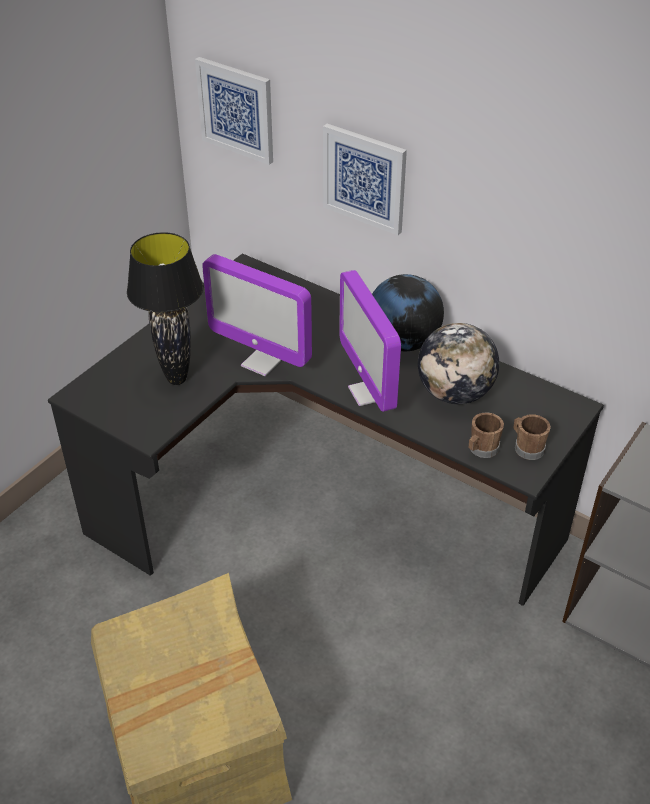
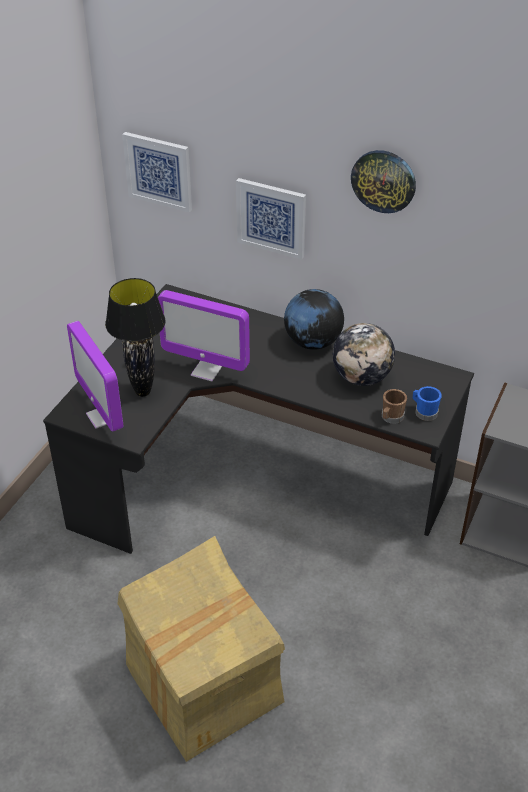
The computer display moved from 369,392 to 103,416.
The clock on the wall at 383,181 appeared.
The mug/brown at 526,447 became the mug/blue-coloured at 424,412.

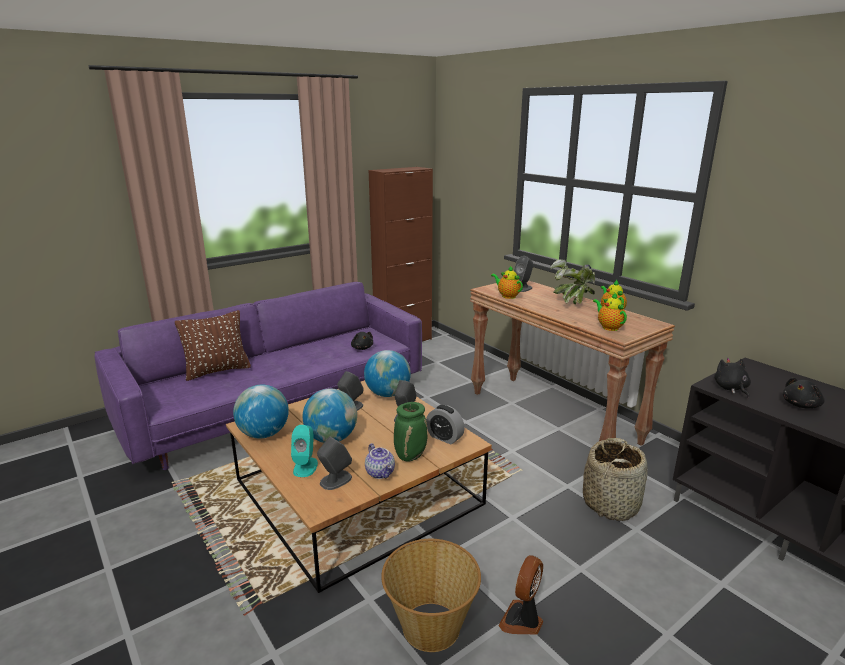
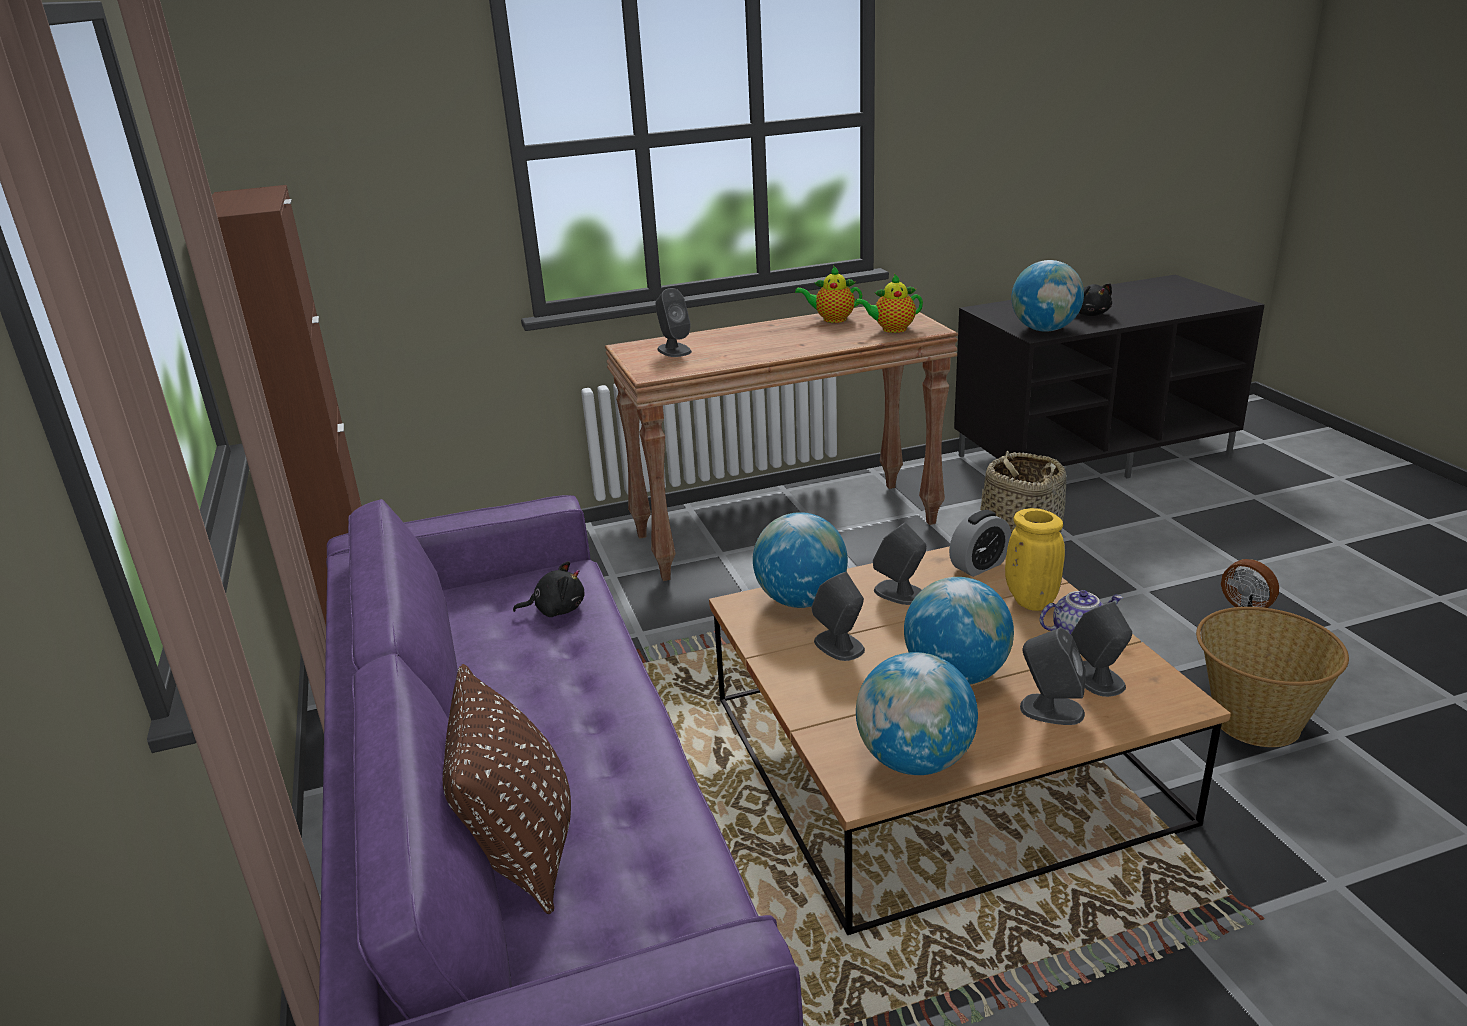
The flower vase/green-coloured at 410,455 became the flower vase/yellow at 1029,601.
The plush toy/black at 731,388 was replaced by the desk globe at 1044,330.
The speaker/turquoise at 305,467 became the speaker/grey at 1051,710.
The tea pot at 507,296 disappeared.
The plant in a pot at 572,302 disappeared.

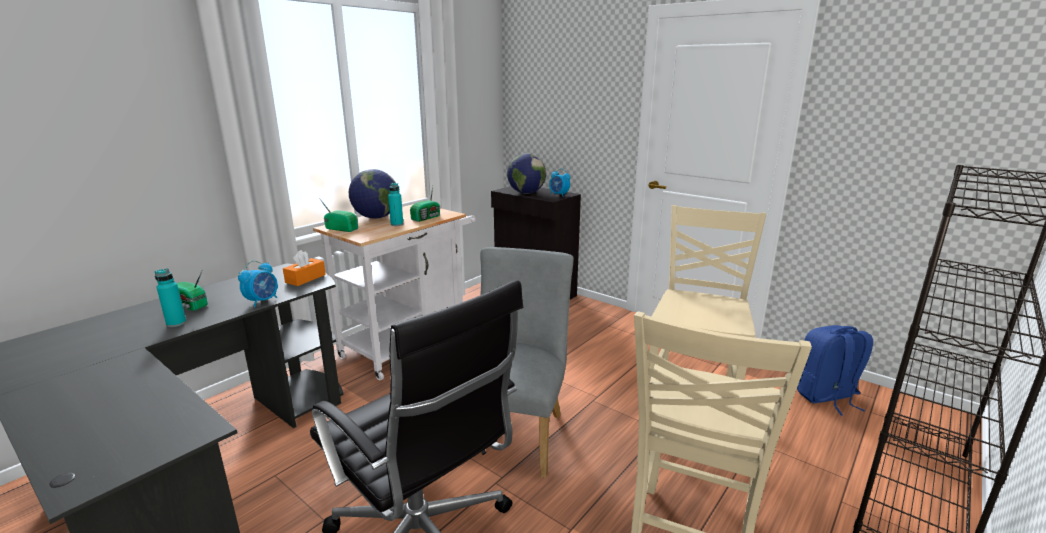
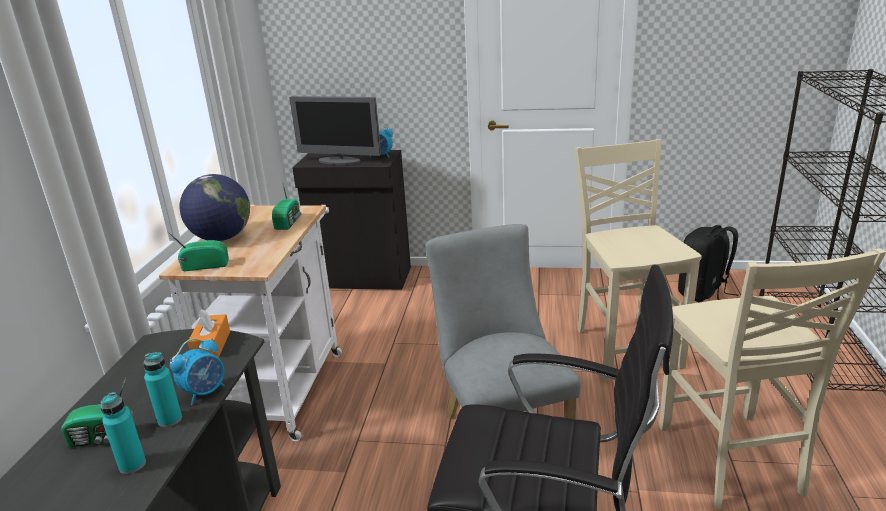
The beverage bottle/turquoise moved from 397,224 to 170,419.
The bedside clock at 262,301 turned 45 degrees clockwise.
The desk globe at 526,193 was replaced by the computer display at 340,161.
The knapsack/blue-coloured at 826,397 became the knapsack/black at 703,293.

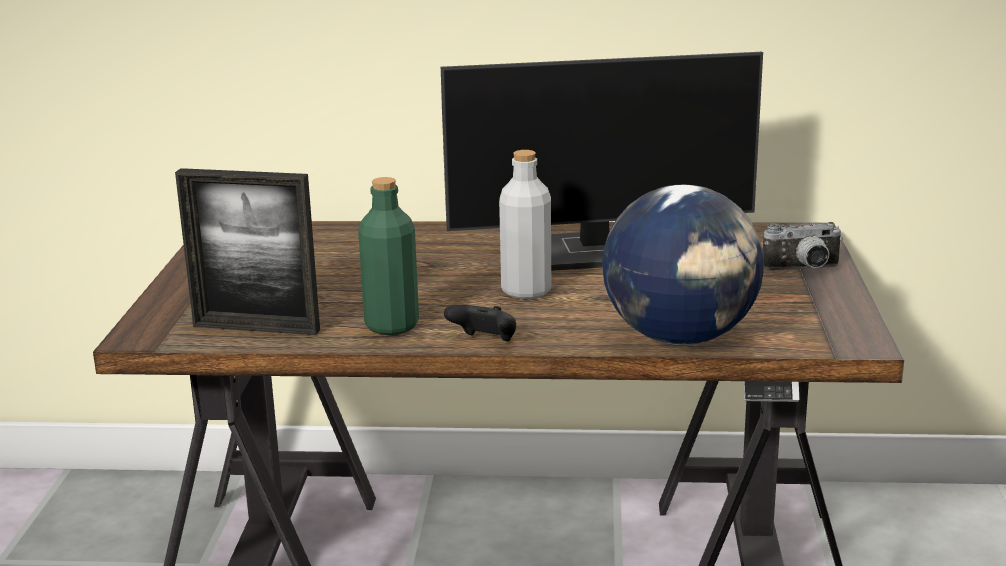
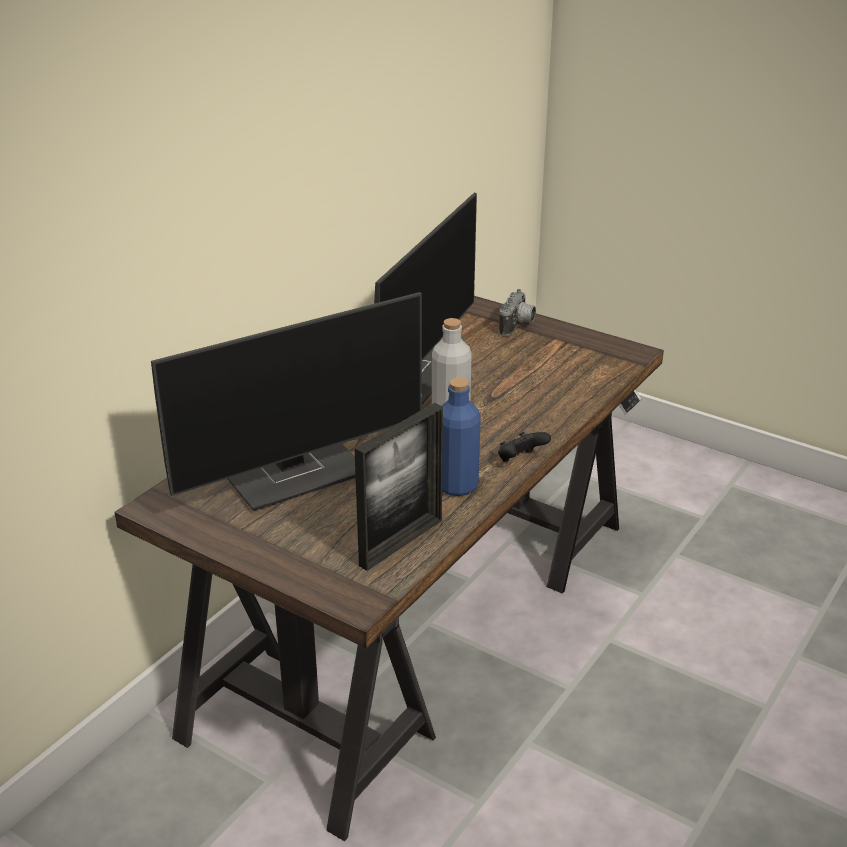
The computer display at 297,473 appeared.
The beverage bottle/green-coloured at 392,325 became the beverage bottle/blue-coloured at 457,486.
The desk globe at 680,338 disappeared.

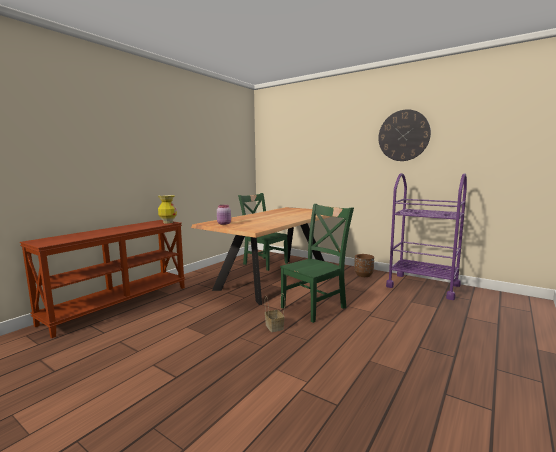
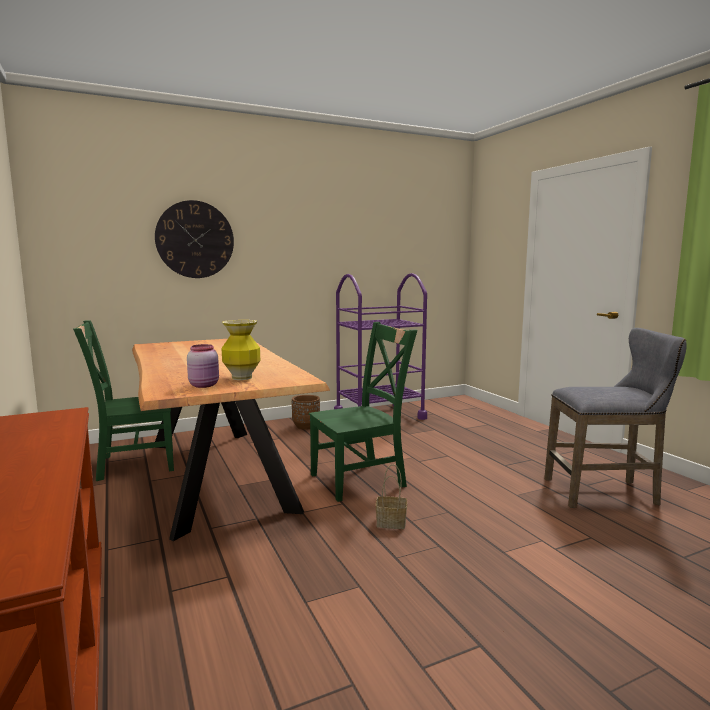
The clock on the wall moved from 403,135 to 195,239.
The flower vase moved from 168,222 to 241,378.
The chair/green-coloured at 315,307 turned 75 degrees clockwise.
The sitting stool/grey at 607,493 appeared.

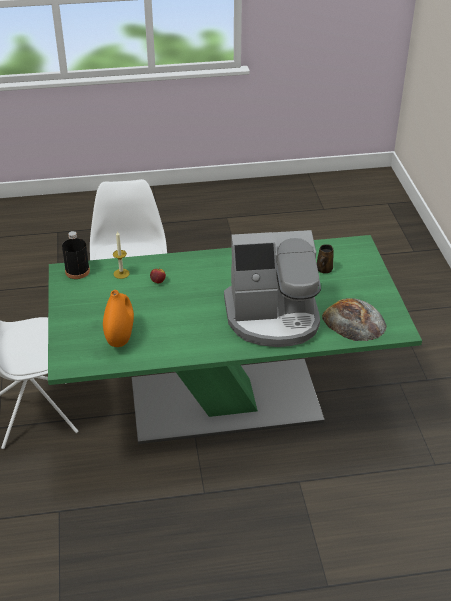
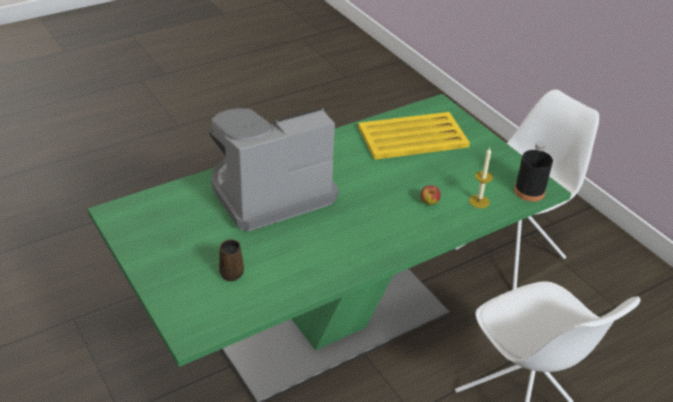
The flower vase/orange-coloured at 120,337 was replaced by the serving tray/yellow at 414,137.
The bakery bread at 354,321 disappeared.

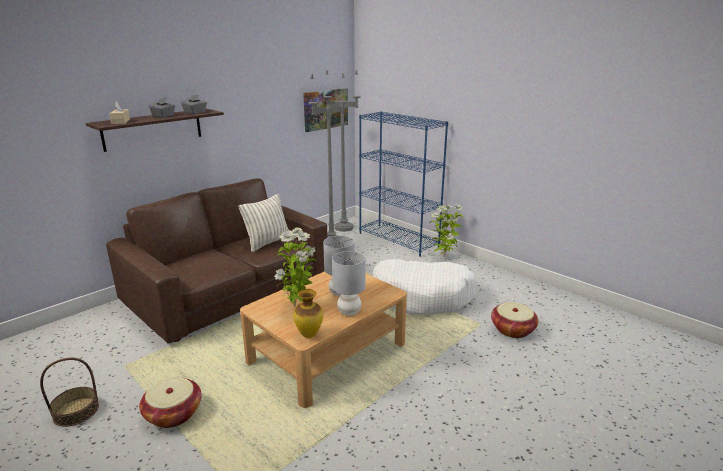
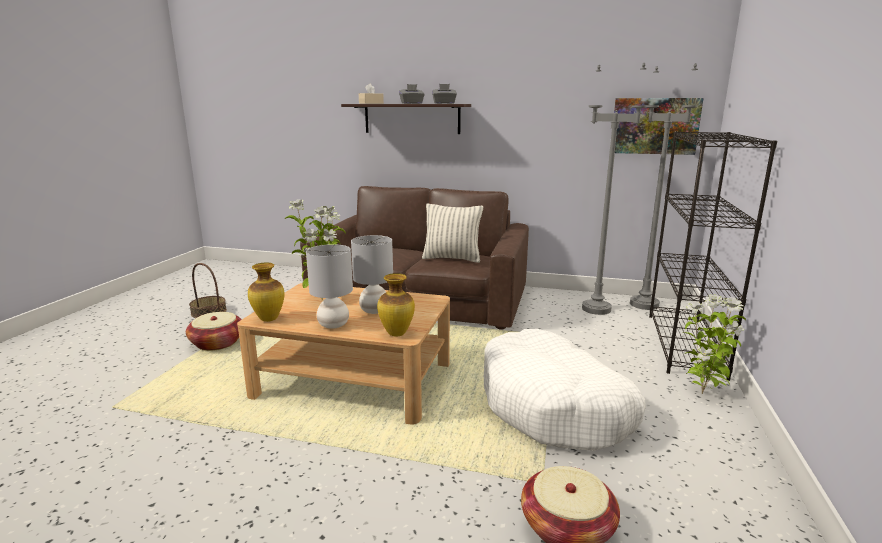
The flower vase at 396,334 appeared.
The bookshelf/blue-coloured at 398,240 became the bookshelf/black at 685,344.

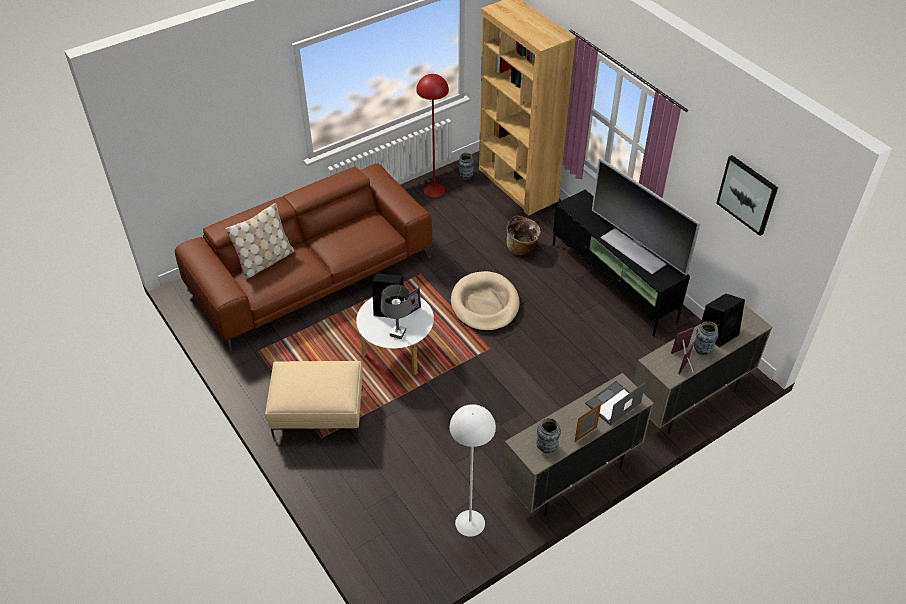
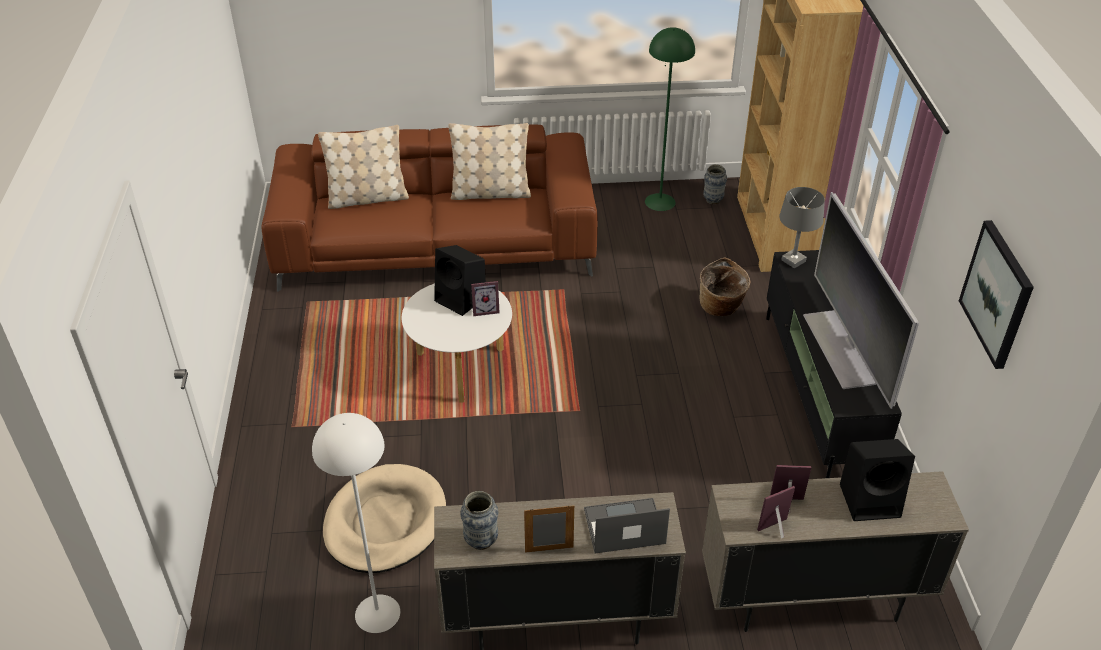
The dog bed/beige moved from 485,304 to 385,522.
The cushion/beige at 490,193 appeared.
The standing lamp/red at 434,190 became the standing lamp/green-coloured at 660,202.
The table lamp/grey moved from 398,333 to 793,260.
The ottoman/beige at 319,412 disappeared.
The flower vase at 702,350 disappeared.

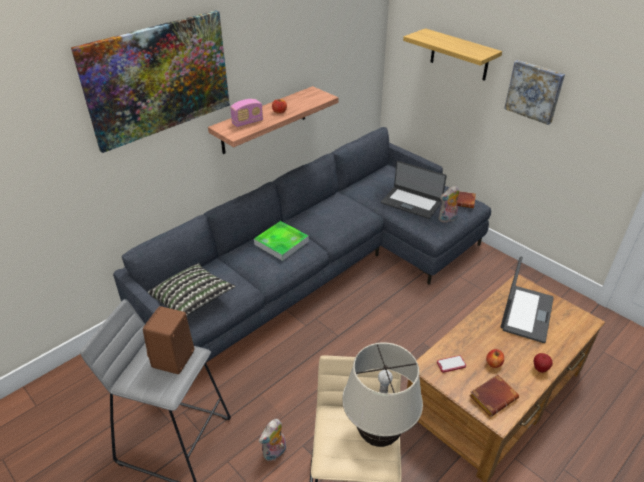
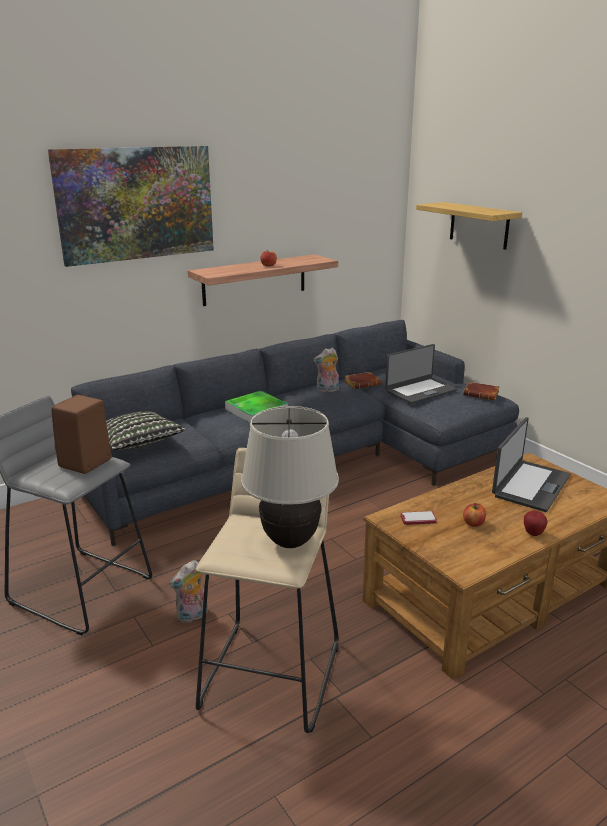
The plush toy moved from 447,219 to 327,390.
The bound book/brown moved from 493,396 to 362,383.
The laptop at 411,202 turned 75 degrees counterclockwise.
The radio set at 247,122 disappeared.
The picture at 534,91 disappeared.

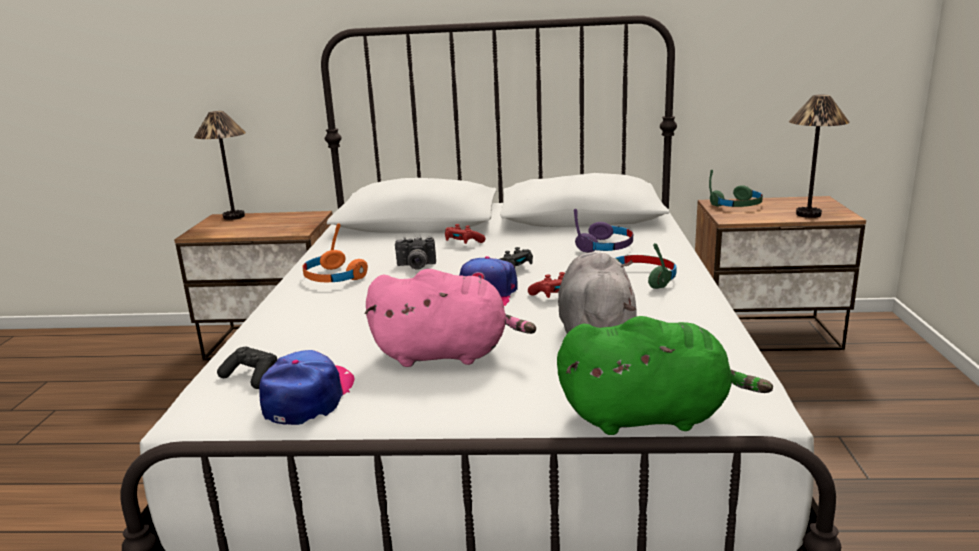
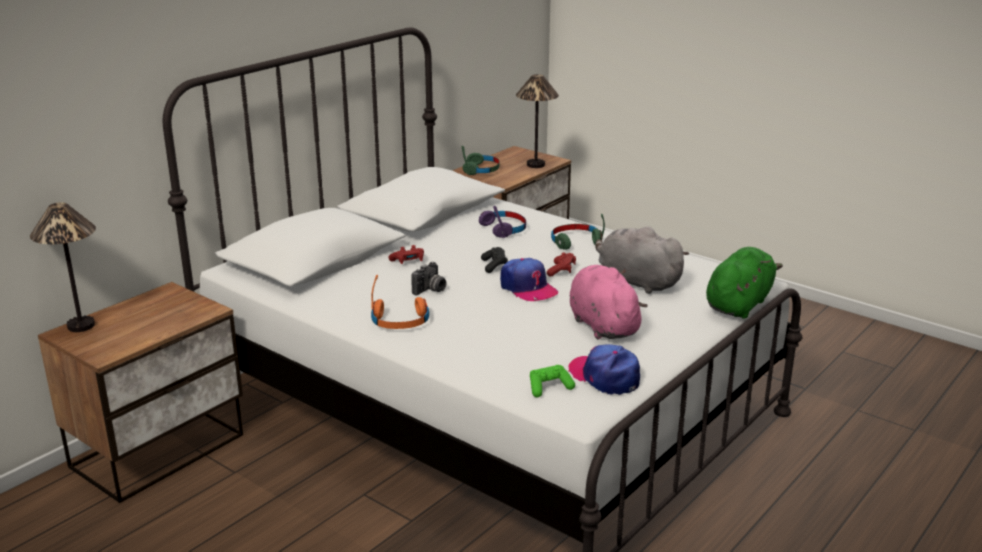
The joypad/black at 251,377 became the joypad/green-coloured at 549,388.
The plush toy/pinkish at 447,354 turned 60 degrees counterclockwise.

